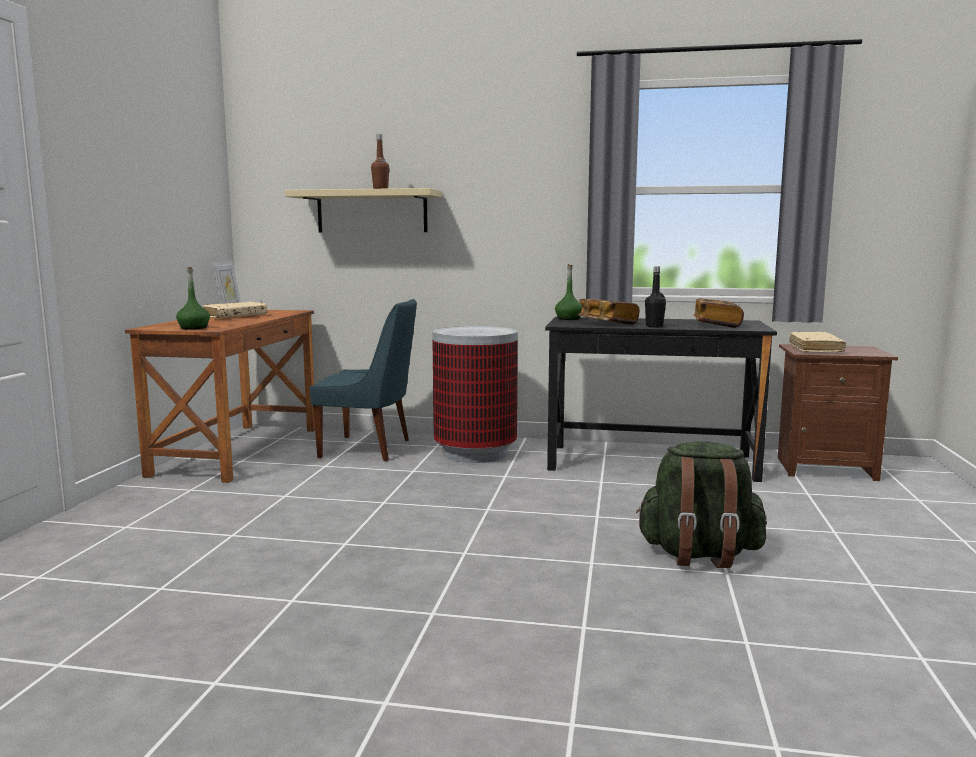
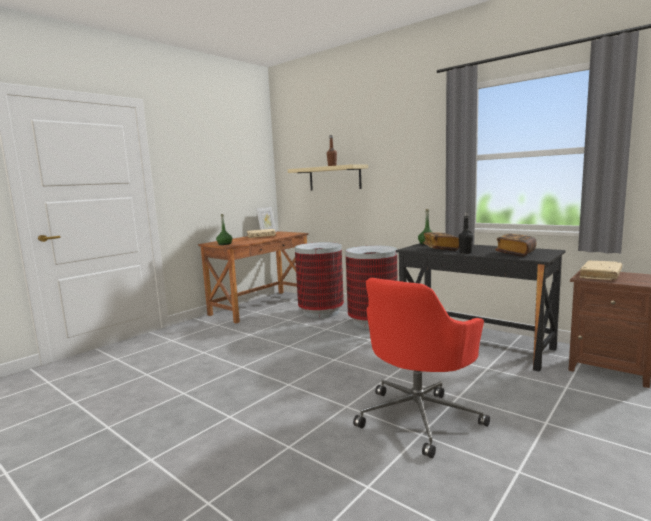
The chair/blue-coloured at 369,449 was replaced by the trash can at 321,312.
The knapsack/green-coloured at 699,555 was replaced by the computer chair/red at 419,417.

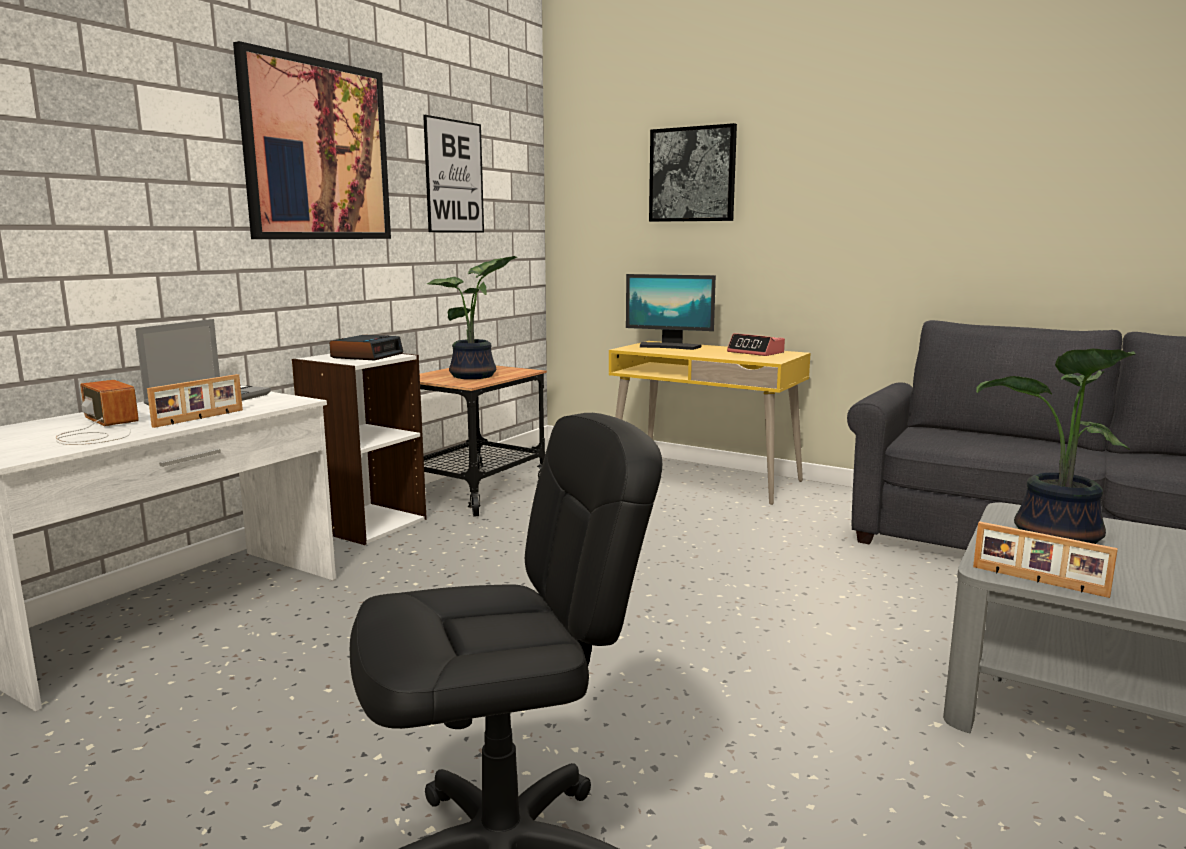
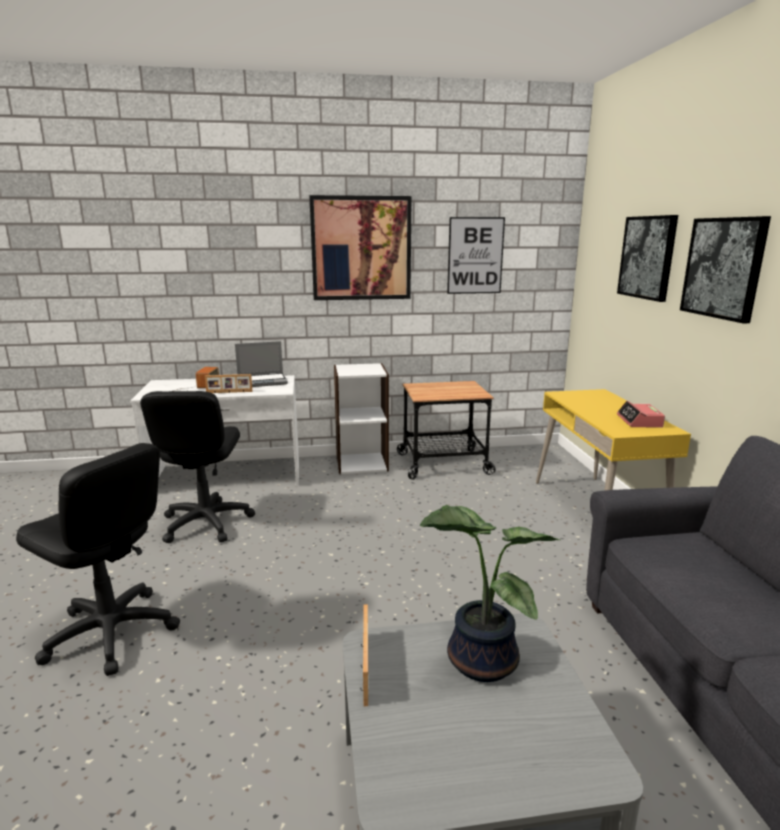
The computer chair/black at 206,523 appeared.
The picture at 723,268 appeared.
The bedside clock at 367,355 disappeared.
The plant in a pot at 476,376 disappeared.
The computer display at 669,346 disappeared.

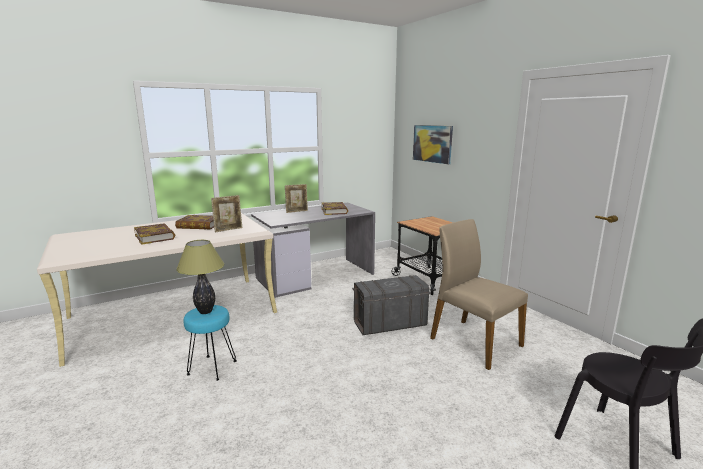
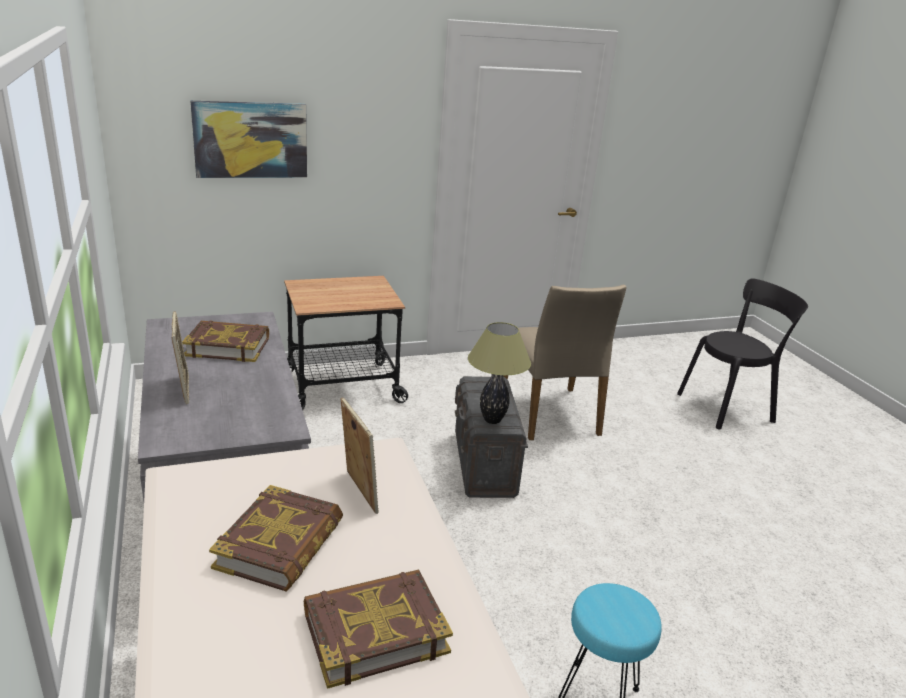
The table lamp moved from 206,311 to 492,420.
The chair/beige at 474,342 turned 75 degrees counterclockwise.

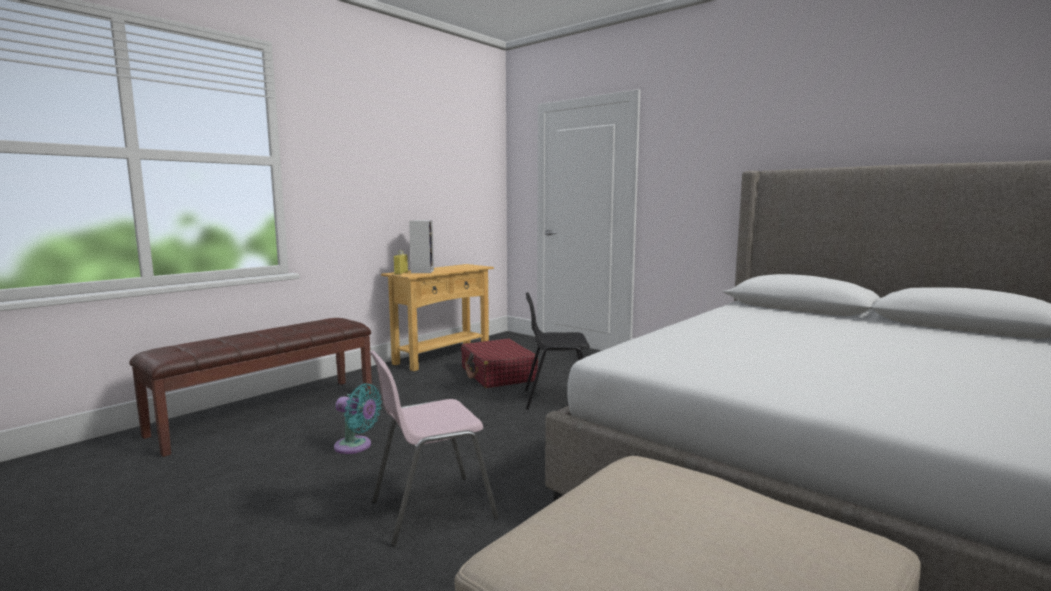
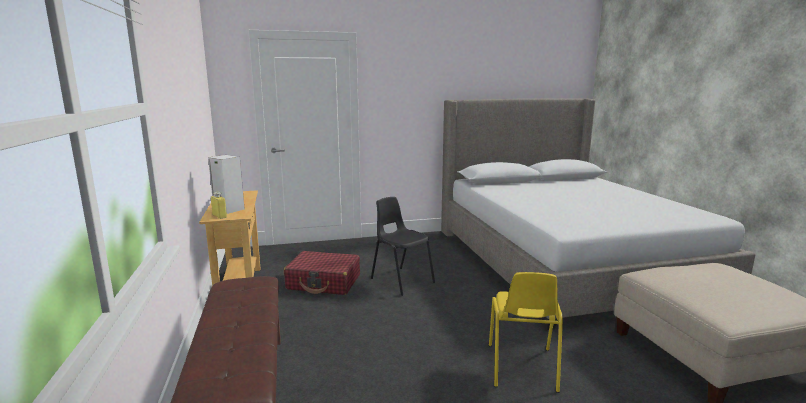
The chair/black at 557,399 turned 105 degrees clockwise.
The chair/pinkish at 431,509 became the chair/yellow at 521,368.
The cooling fan/turquoise at 356,446 disappeared.

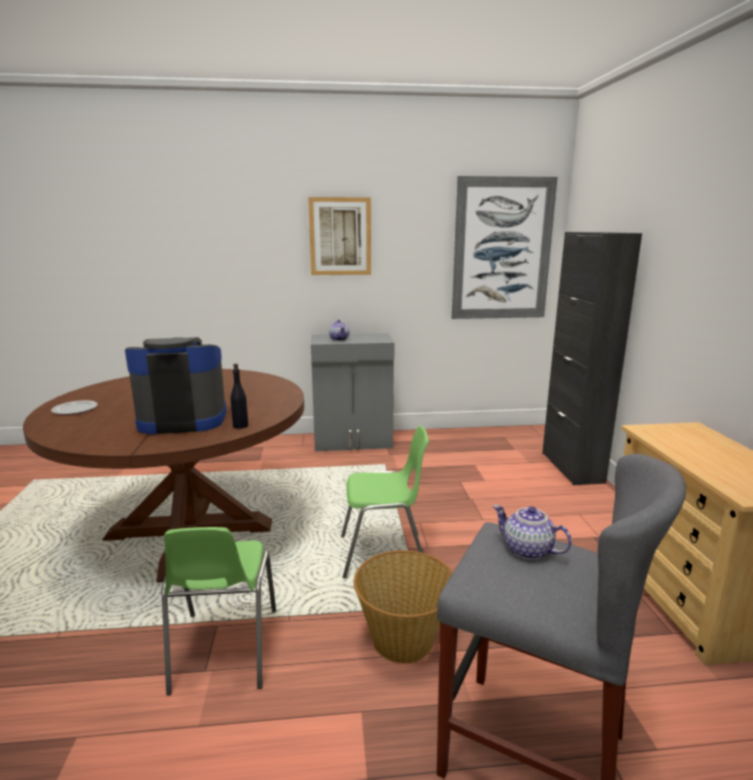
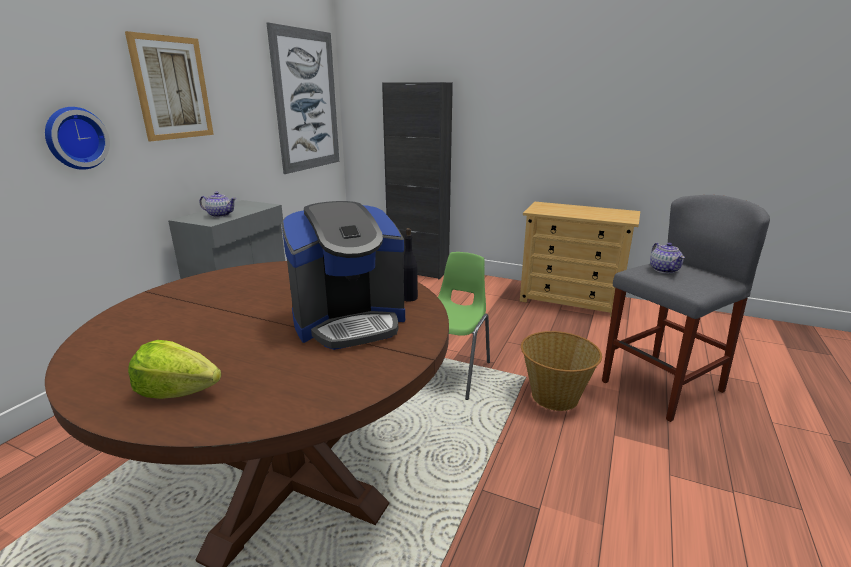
The clock on the wall at 75,138 appeared.
The dinner plate at 76,409 was replaced by the lettuce head at 178,392.
The coffee machine at 183,420 turned 135 degrees counterclockwise.
The tea pot at 528,550 turned 75 degrees counterclockwise.
The chair/green-coloured at 224,650 disappeared.

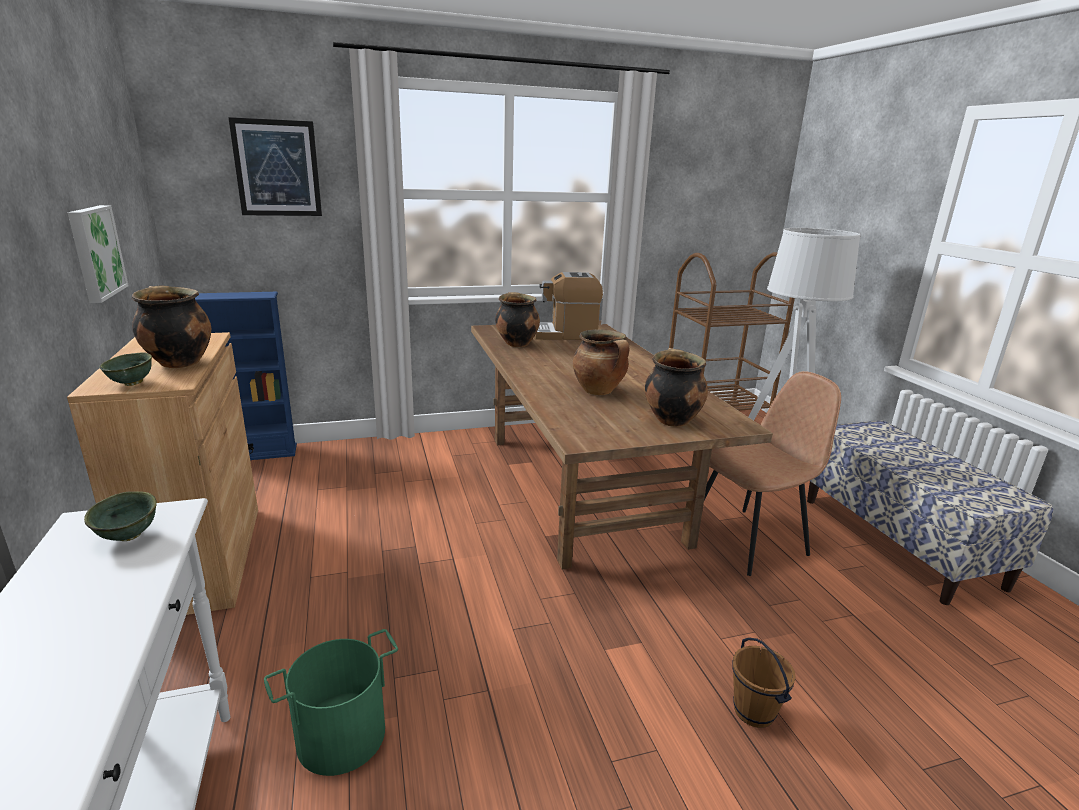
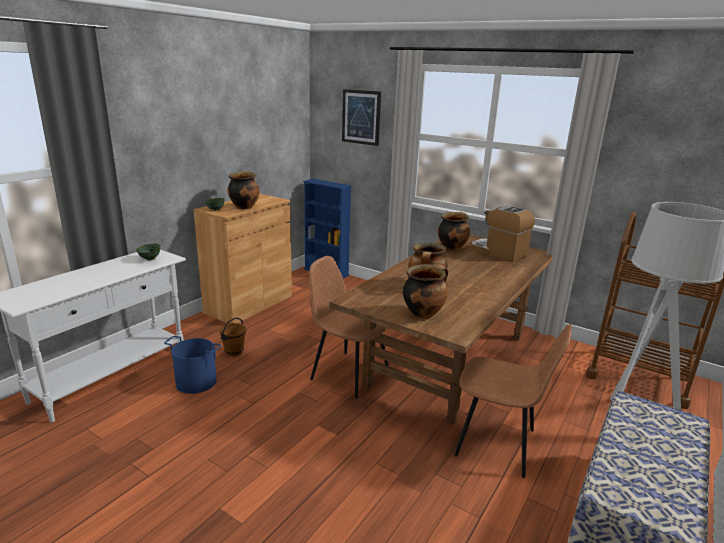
The bucket/green-coloured at 342,737 became the bucket/blue-coloured at 196,382.
The bucket/brown moved from 753,712 to 234,351.
The chair/brown at 348,373 appeared.
The picture at 94,252 disappeared.

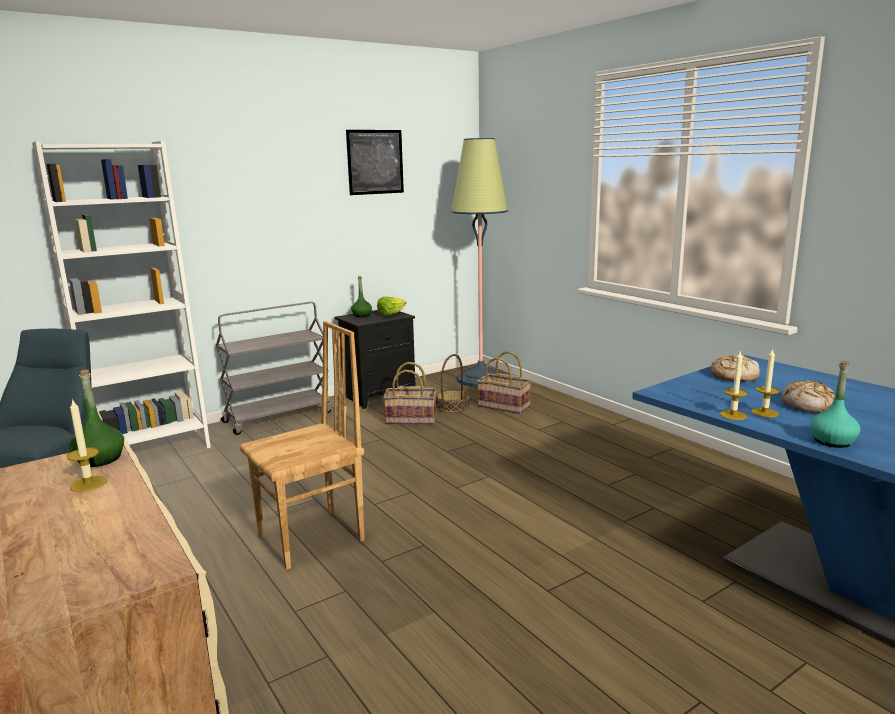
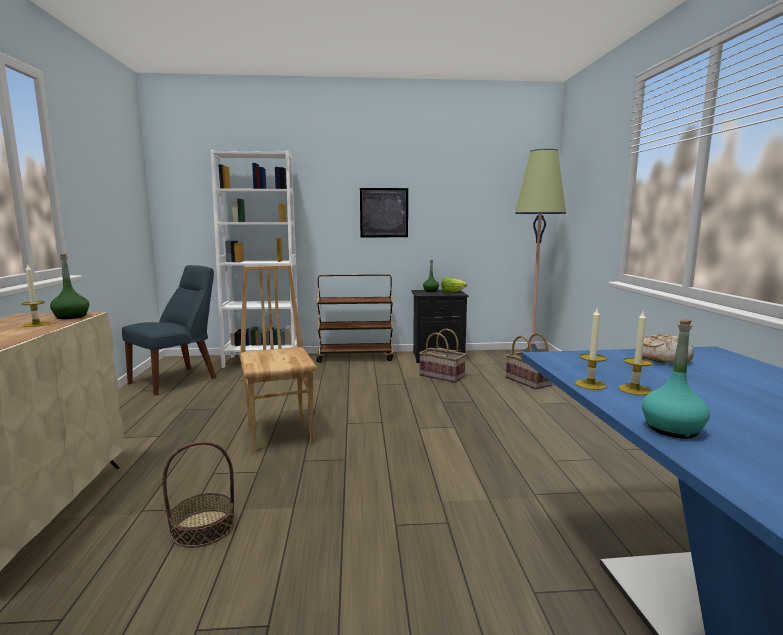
The basket moved from 452,406 to 203,528.
The chair/brown at 313,539 turned 105 degrees counterclockwise.
The cart/grey at 278,416 became the cart/brown at 356,357.
The picture moved from 375,162 to 384,212.
The bakery bread at 808,405 disappeared.

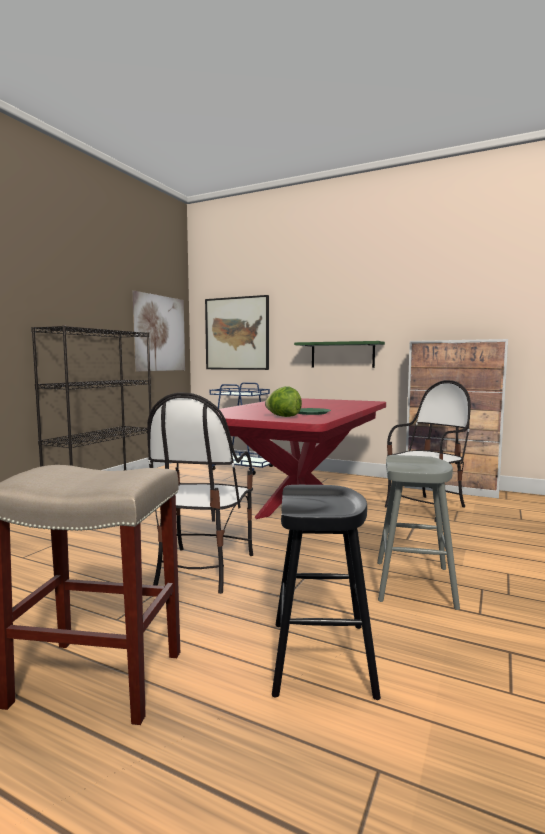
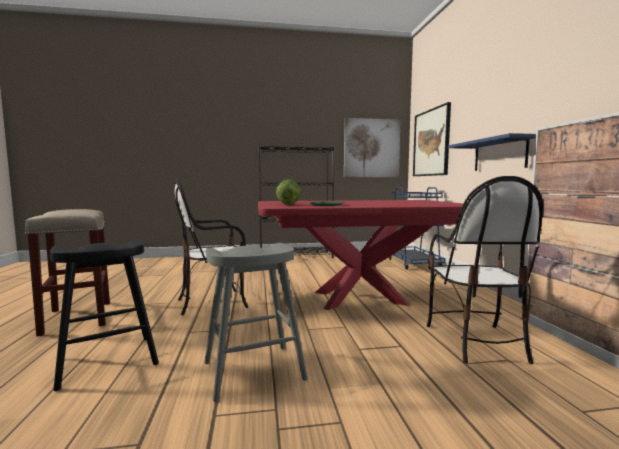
The chair at 426,508 turned 75 degrees clockwise.
The shelf/green-coloured at 342,355 became the shelf/blue-coloured at 499,155.

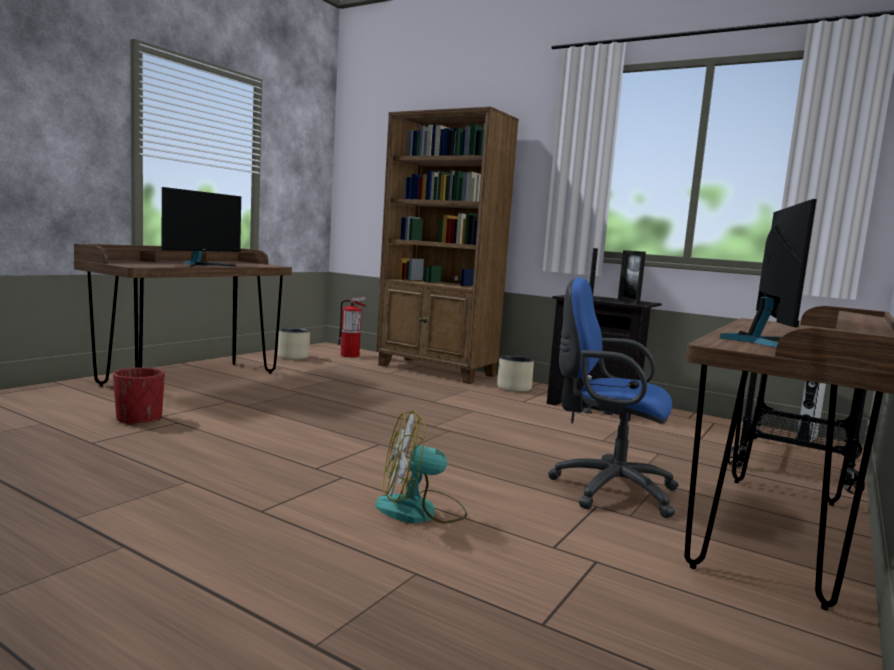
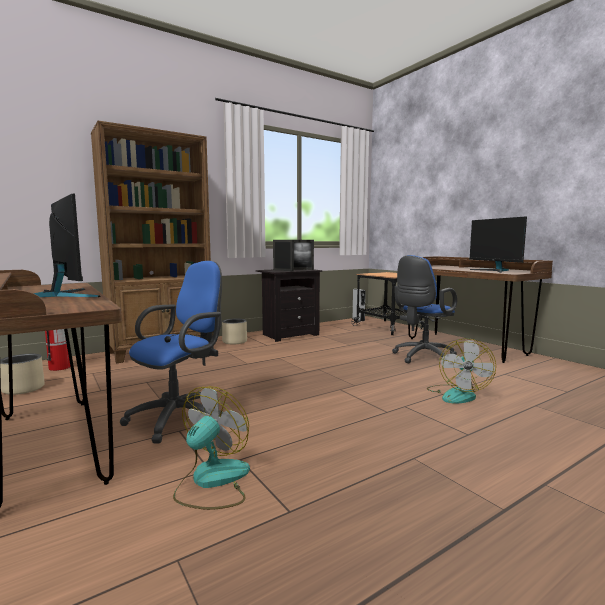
The computer chair/blue-coloured at 181,417 appeared.
The planter/red at 139,419 was replaced by the cooling fan at 212,481.
The computer display at 766,342 turned 150 degrees counterclockwise.

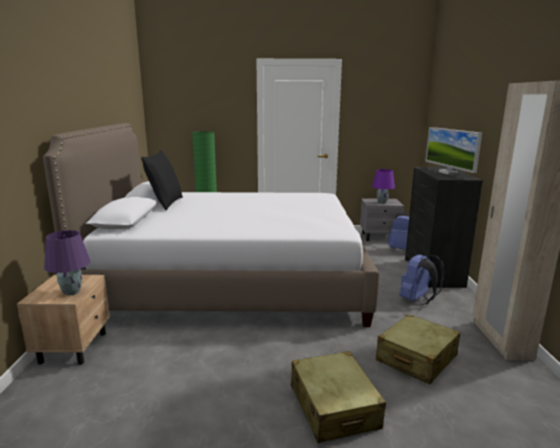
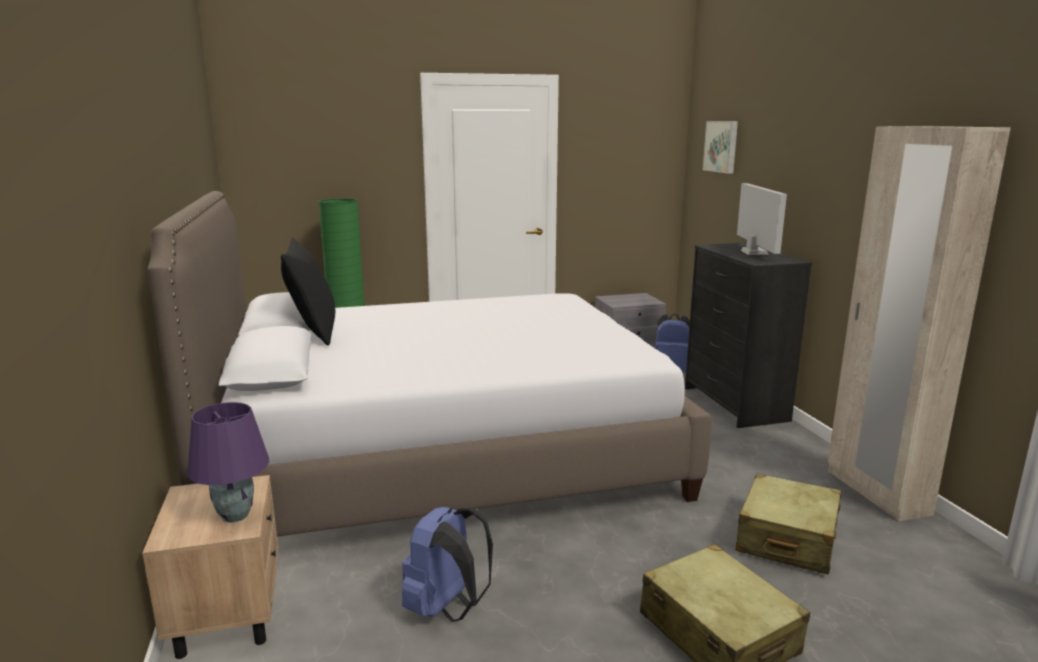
The knapsack/blue-coloured moved from 418,300 to 447,608.
The picture at 722,146 appeared.
The computer display at 448,172 turned 150 degrees counterclockwise.
The table lamp/purplish at 382,203 disappeared.

